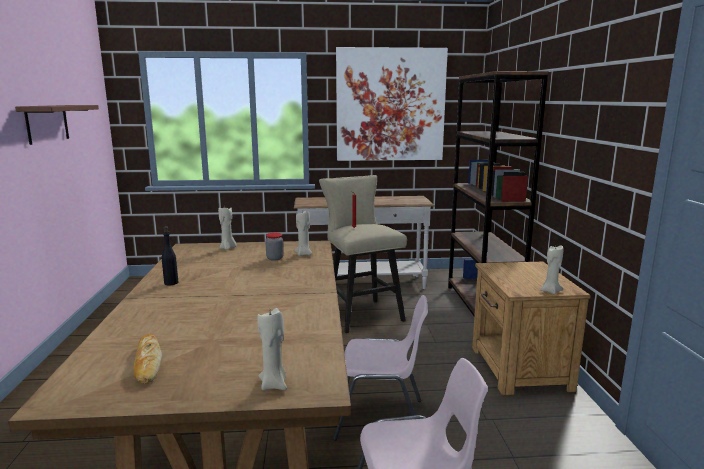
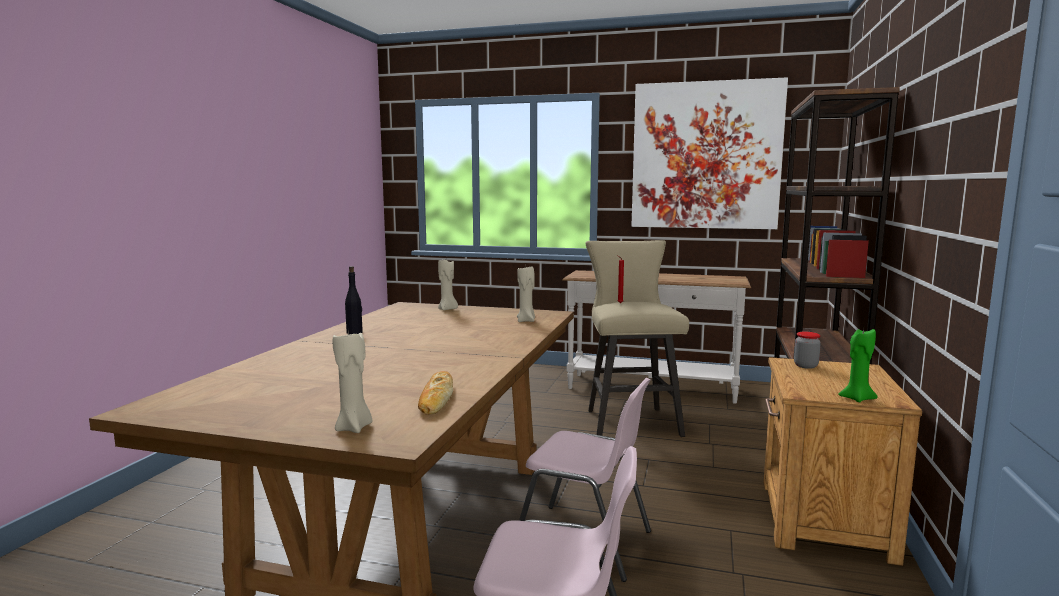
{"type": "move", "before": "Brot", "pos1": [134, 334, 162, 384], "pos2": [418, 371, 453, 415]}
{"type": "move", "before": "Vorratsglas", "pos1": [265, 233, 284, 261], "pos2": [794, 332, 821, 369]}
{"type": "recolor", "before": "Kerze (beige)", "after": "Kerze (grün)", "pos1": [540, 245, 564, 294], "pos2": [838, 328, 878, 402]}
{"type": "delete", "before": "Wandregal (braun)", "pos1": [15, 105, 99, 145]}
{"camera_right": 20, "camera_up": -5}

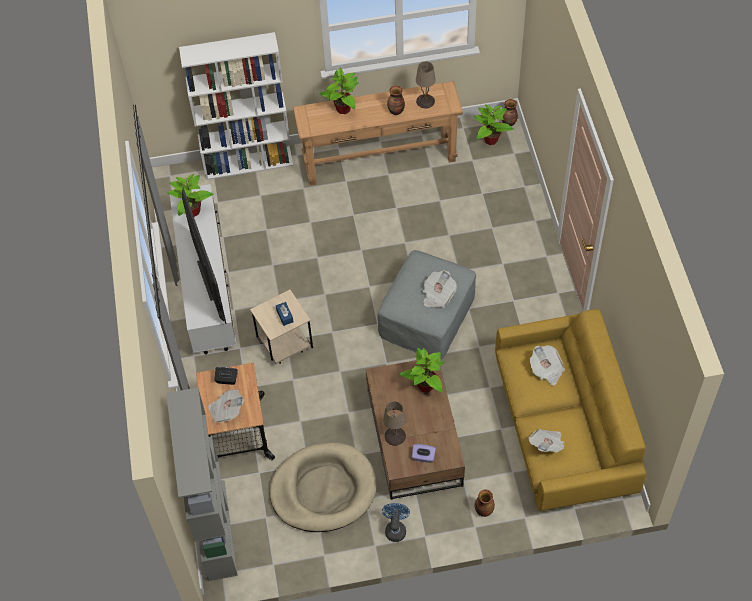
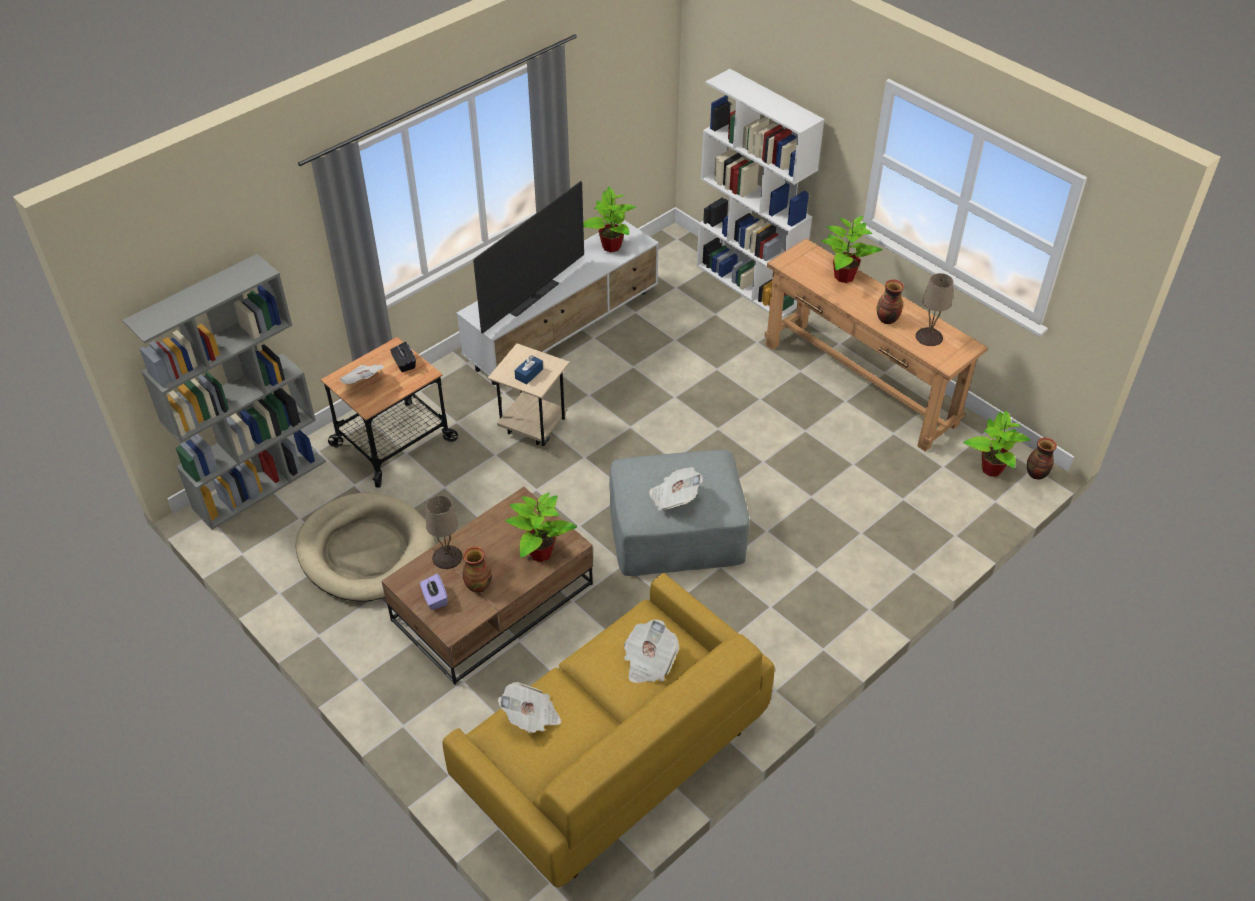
{"type": "move", "before": "Vase", "pos1": [475, 490, 495, 517], "pos2": [463, 546, 492, 592]}
{"type": "delete", "before": "Ventilator (blau)", "pos1": [382, 503, 410, 542]}
{"camera_right": 55, "camera_up": -10}

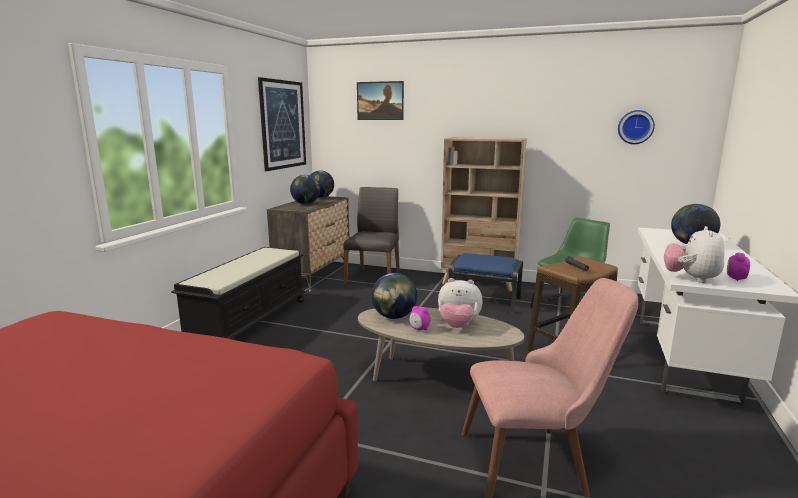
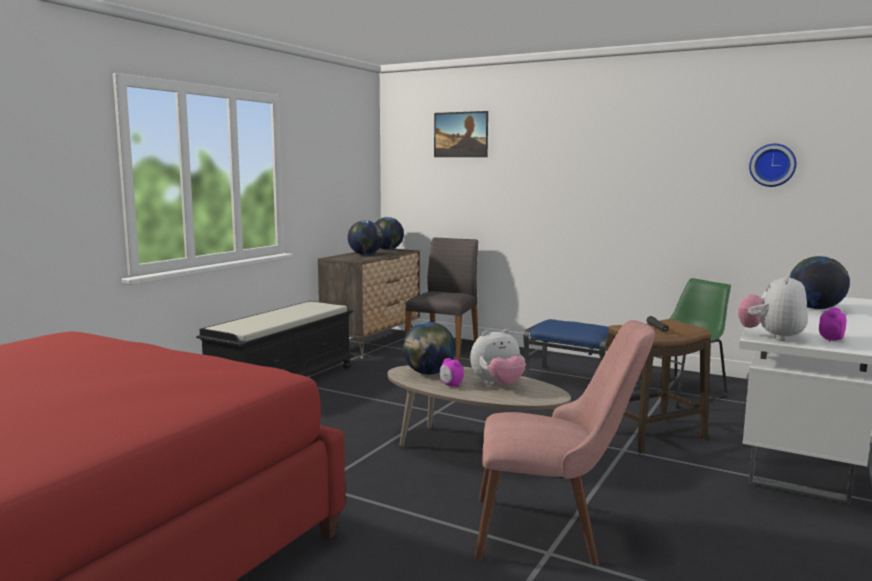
{"type": "rotate", "before": "Plüschtier", "pos1": [438, 278, 483, 328], "pos2": [470, 329, 526, 385], "turn": -45}
{"type": "delete", "before": "Bild", "pos1": [258, 77, 306, 171]}
{"type": "delete", "before": "Bücherregal (beige)", "pos1": [441, 138, 527, 291]}
{"camera_right": 10, "camera_up": -5}

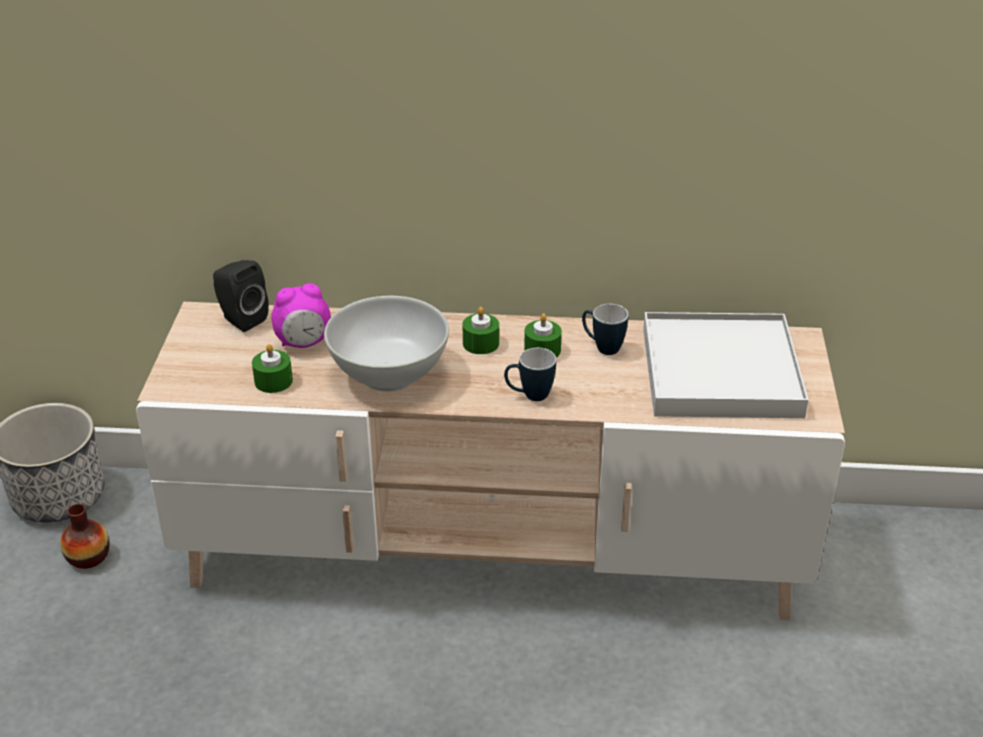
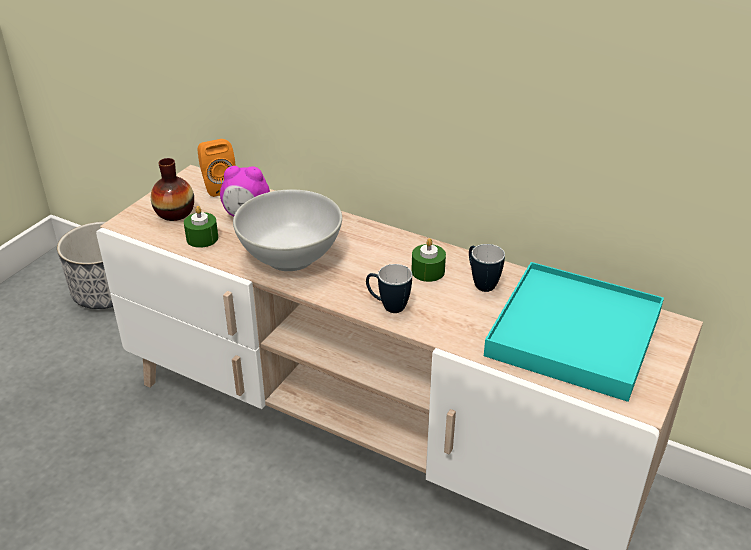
{"type": "move", "before": "Vase", "pos1": [60, 504, 110, 569], "pos2": [151, 158, 194, 221]}
{"type": "recolor", "before": "Lautsprecher (schwarz)", "after": "Lautsprecher (orange)", "pos1": [213, 260, 269, 332], "pos2": [198, 139, 236, 197]}
{"type": "recolor", "before": "Tablett (weiß)", "after": "Tablett (türkis)", "pos1": [643, 312, 809, 418], "pos2": [484, 262, 664, 402]}
{"type": "delete", "before": "Kerze (grün)", "pos1": [463, 307, 499, 354]}
{"camera_right": 25, "camera_up": 0}

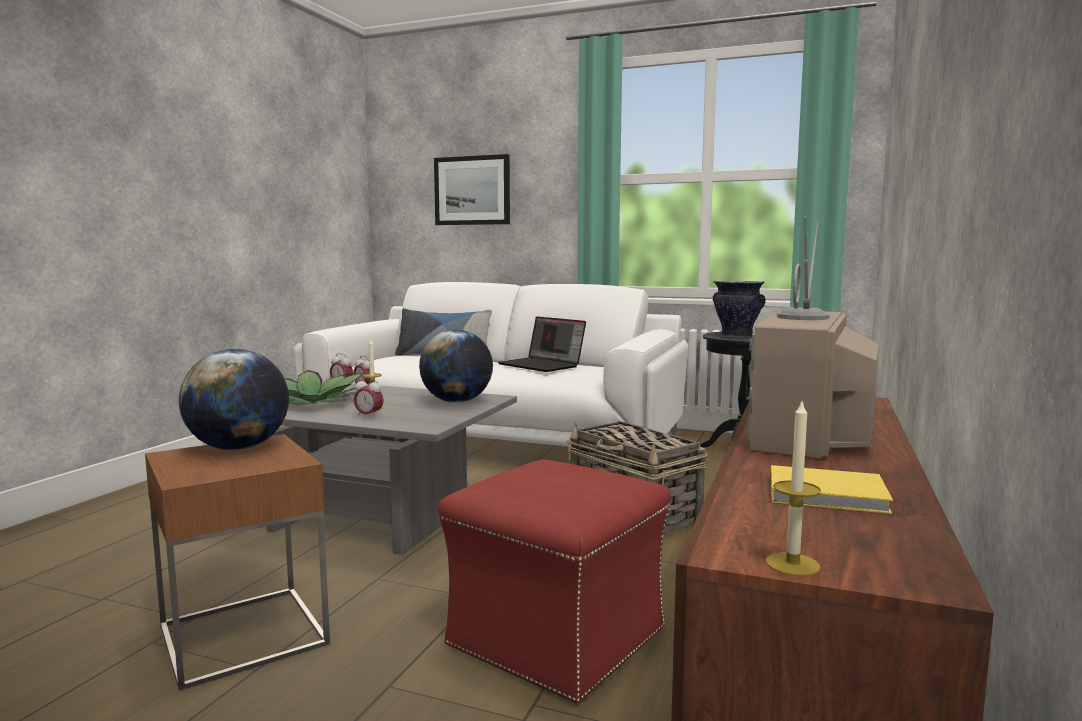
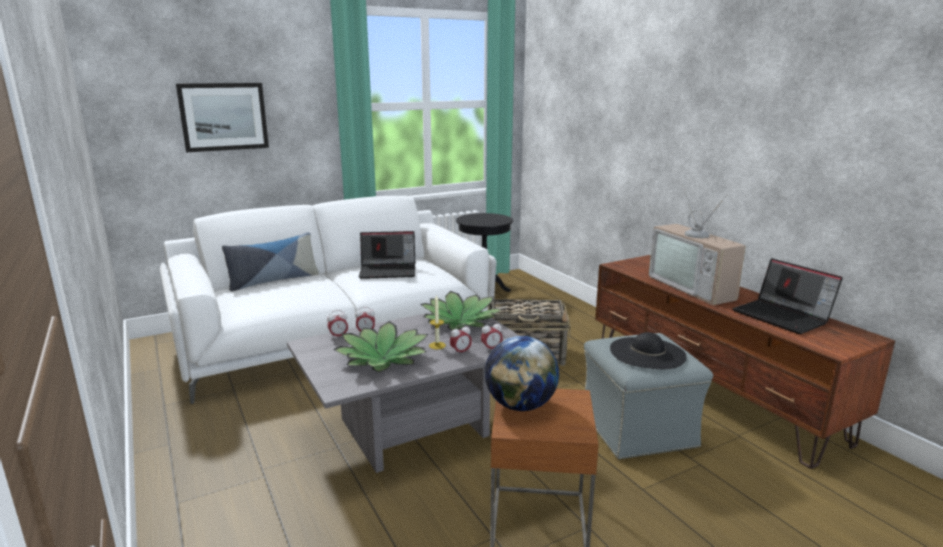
{"type": "replace", "before": "Globus", "after": "Topfpflanze", "pos1": [419, 329, 493, 403], "pos2": [420, 291, 503, 330]}
{"type": "insert", "after": "Wecker", "pos2": [481, 321, 503, 352]}
{"type": "recolor", "before": "Polsterhocker (rot)", "after": "Polsterhocker (grau)", "pos1": [438, 459, 671, 704], "pos2": [584, 333, 713, 459]}
{"type": "insert", "after": "Hut (schwarz)", "pos2": [610, 332, 687, 369]}
{"type": "replace", "before": "Buch (gelb)", "after": "Laptop", "pos1": [770, 465, 893, 514], "pos2": [732, 258, 843, 334]}
{"type": "delete", "before": "Vase", "pos1": [713, 281, 766, 338]}
{"type": "delete", "before": "Kerze", "pos1": [765, 402, 821, 576]}
{"camera_right": -50, "camera_up": 10}

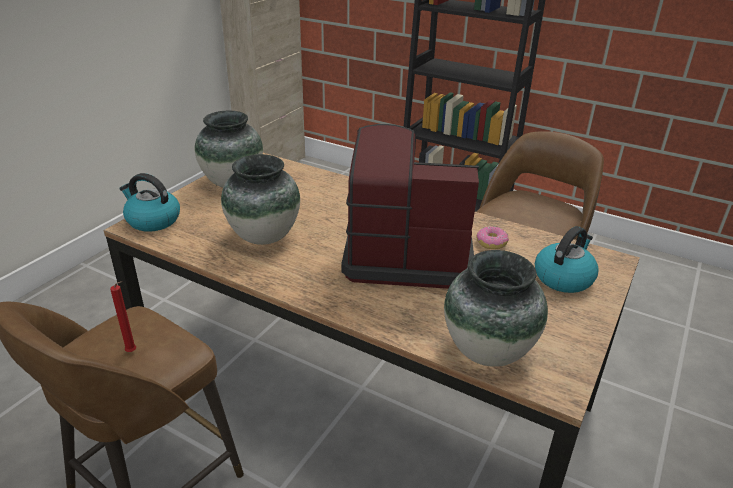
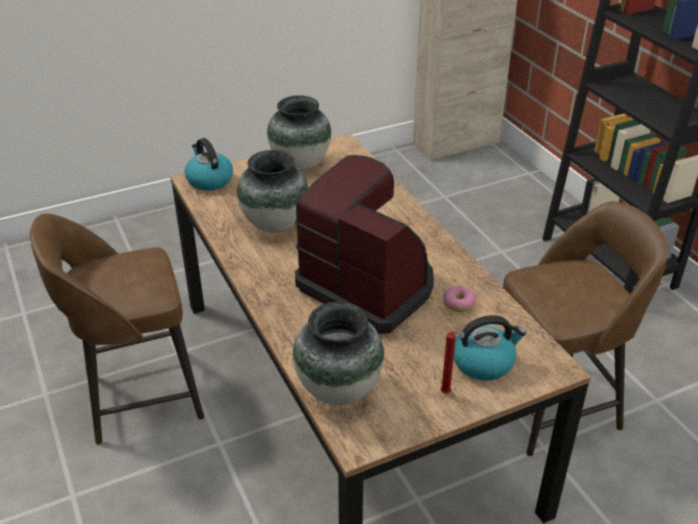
{"type": "move", "before": "Kerze (rot)", "pos1": [110, 281, 136, 352], "pos2": [440, 331, 459, 394]}
{"camera_right": 35, "camera_up": 5}

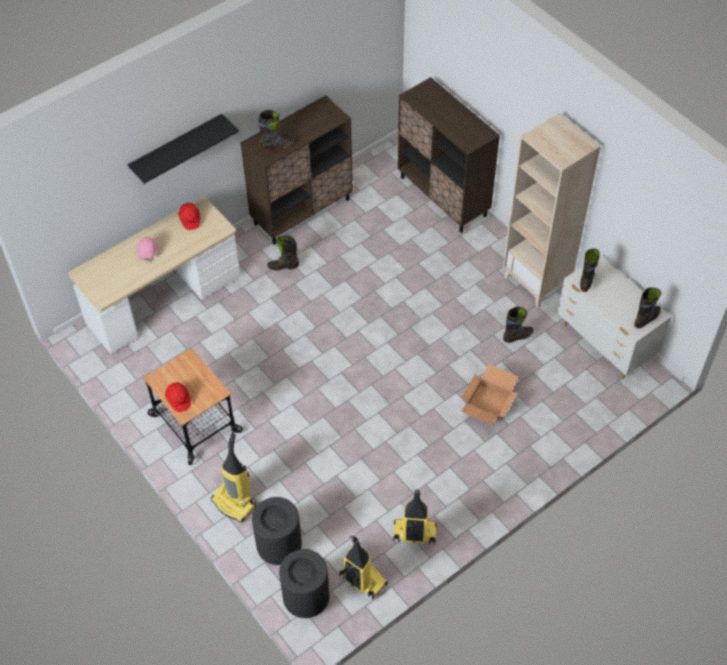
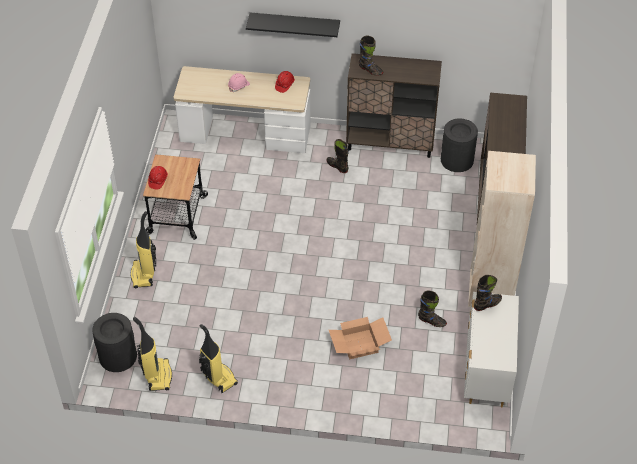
{"type": "move", "before": "Mülleimer (schwarz)", "pos1": [252, 497, 302, 565], "pos2": [441, 118, 478, 172]}
{"type": "delete", "before": "Stiefel (schwarz)", "pos1": [634, 287, 661, 328]}
{"camera_right": 45, "camera_up": -5}

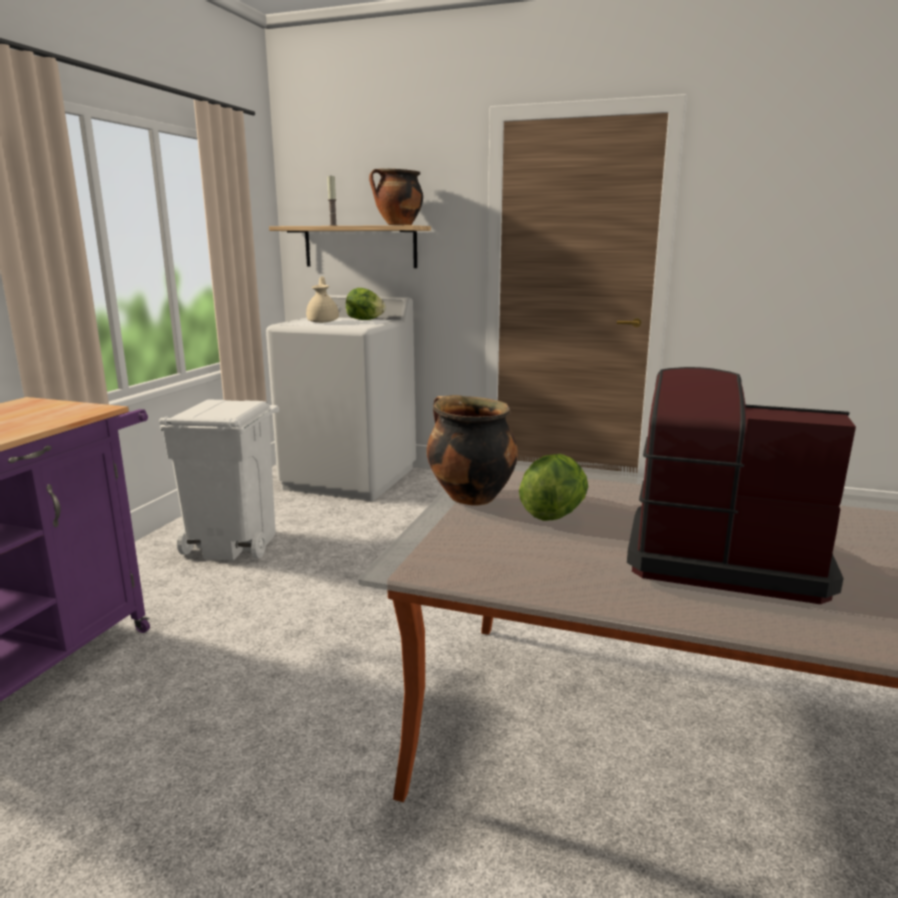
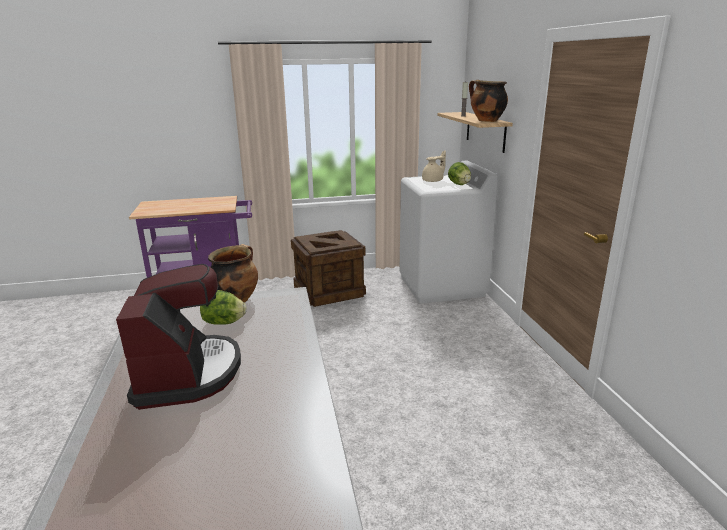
{"type": "replace", "before": "Mülleimer (weiß)", "after": "Kiste", "pos1": [159, 400, 279, 561], "pos2": [291, 230, 366, 307]}
{"camera_right": 60, "camera_up": 5}

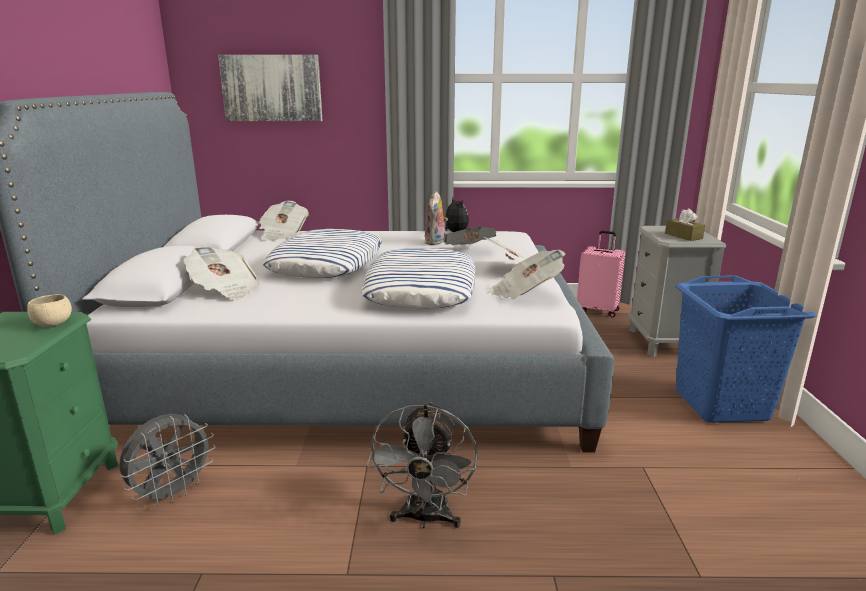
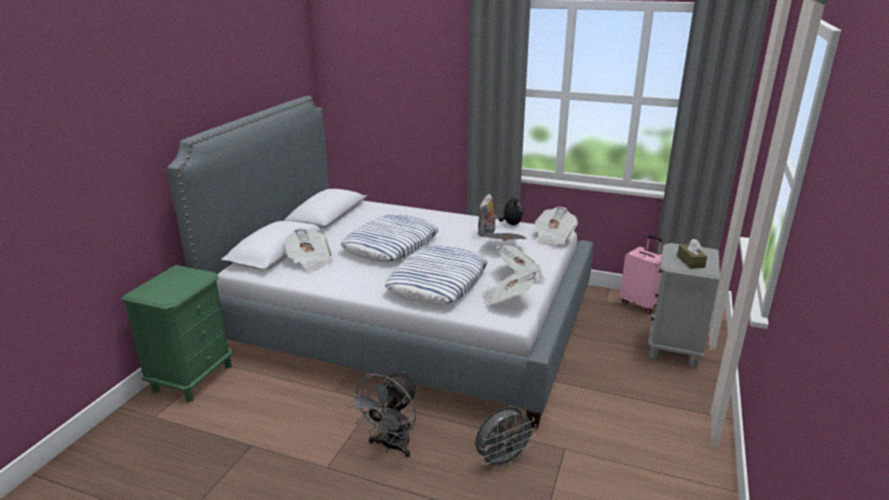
{"type": "move", "before": "Ventilator (grau)", "pos1": [119, 414, 216, 506], "pos2": [475, 407, 537, 470]}
{"type": "move", "before": "Zeitung", "pos1": [259, 201, 309, 241], "pos2": [534, 207, 578, 245]}
{"type": "delete", "before": "Schüssel (beige)", "pos1": [27, 294, 72, 327]}
{"type": "delete", "before": "Bild", "pos1": [218, 55, 322, 121]}
{"type": "delete", "before": "Wäschekorb (blau)", "pos1": [675, 275, 817, 423]}
{"camera_right": 20, "camera_up": 5}

